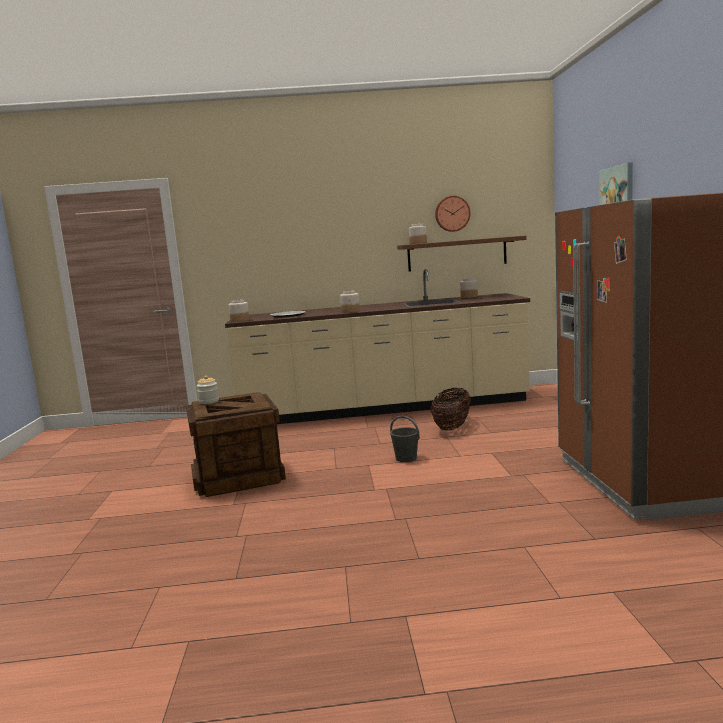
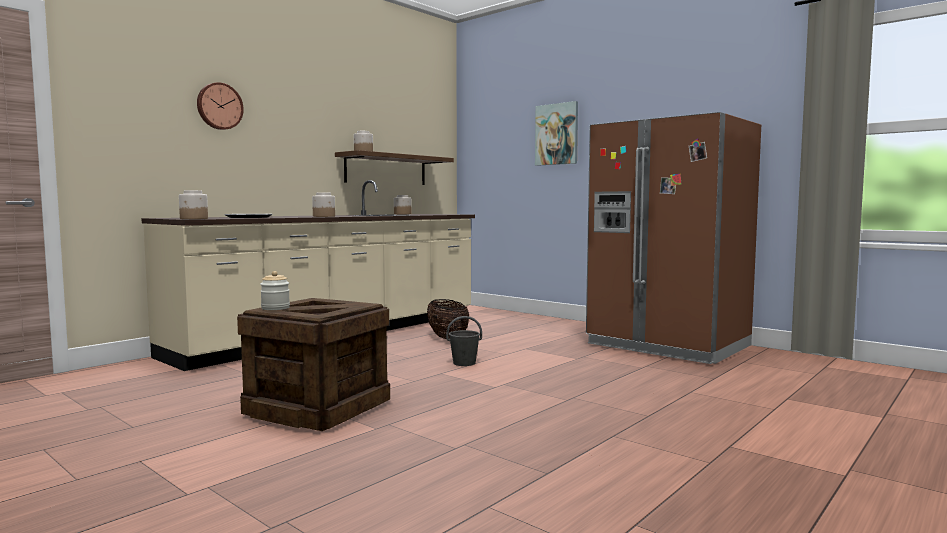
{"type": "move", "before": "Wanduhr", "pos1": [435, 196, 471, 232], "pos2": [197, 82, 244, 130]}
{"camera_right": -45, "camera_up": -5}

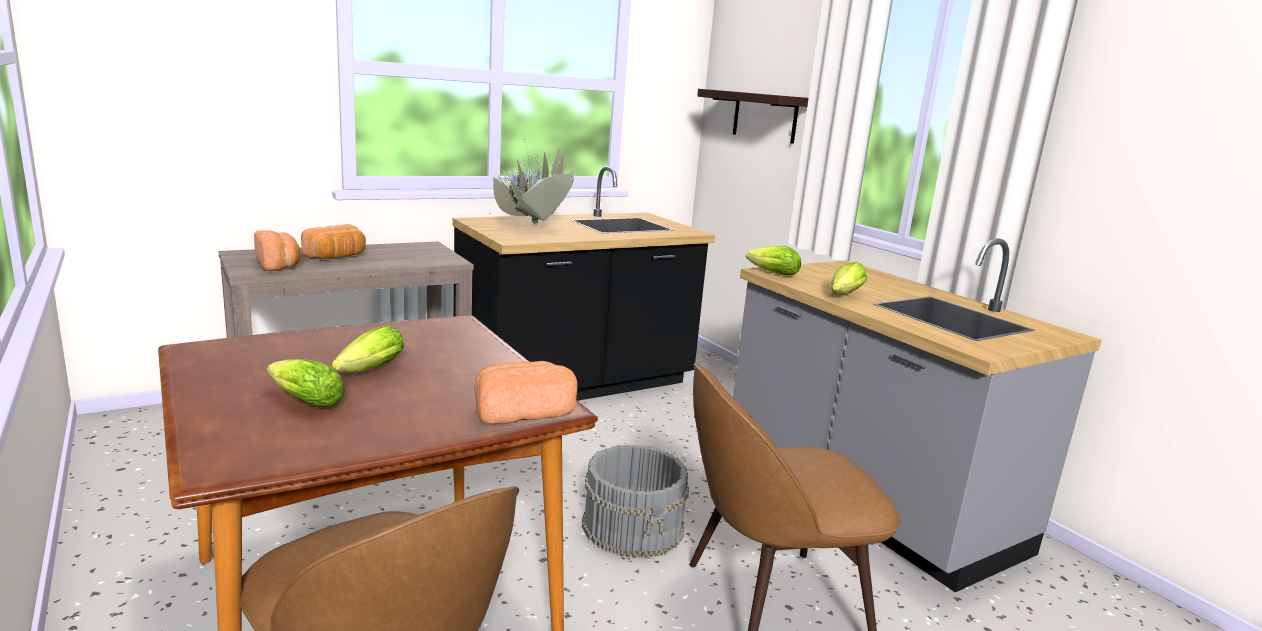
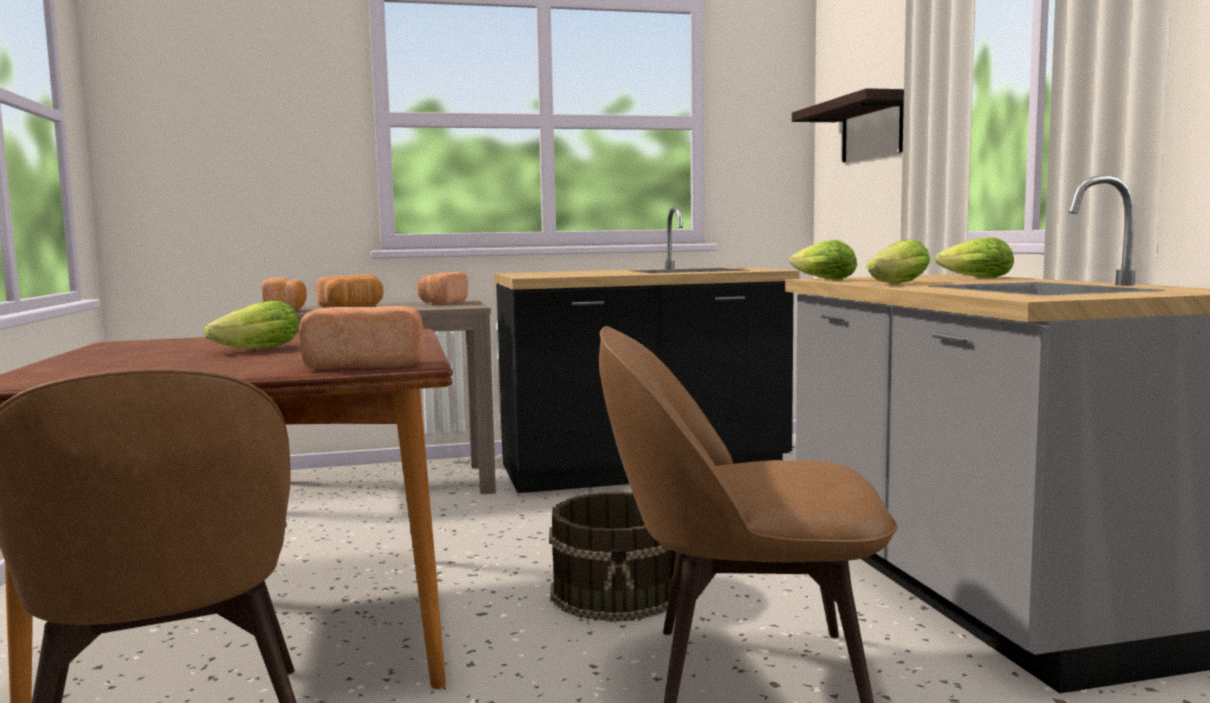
{"type": "insert", "after": "Brot", "pos2": [418, 272, 468, 305]}
{"type": "recolor", "before": "Eimer (grau)", "after": "Eimer (braun)", "pos1": [582, 444, 689, 558], "pos2": [549, 492, 677, 622]}
{"type": "move", "before": "Salatkopf", "pos1": [267, 359, 345, 407], "pos2": [935, 237, 1014, 278]}
{"type": "delete", "before": "Topfpflanze", "pos1": [490, 136, 574, 226]}
{"camera_right": 20, "camera_up": -10}

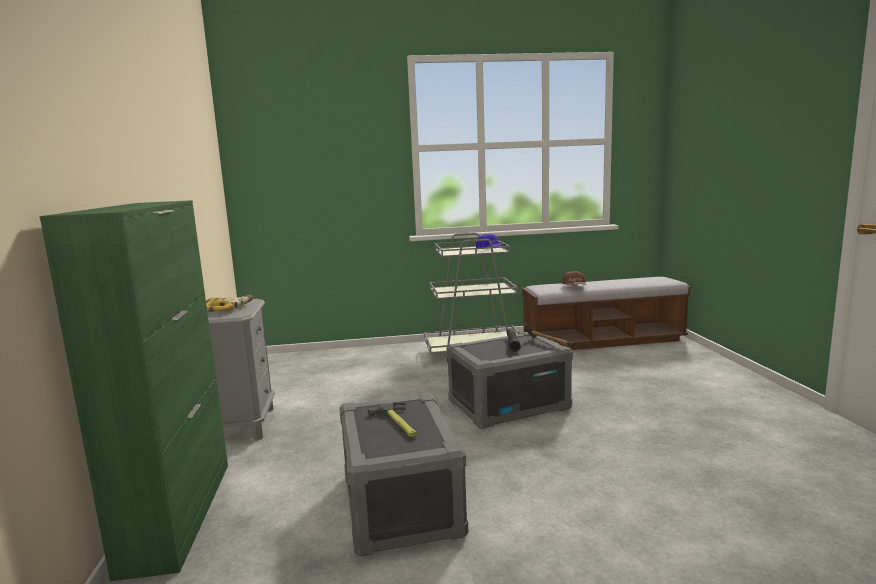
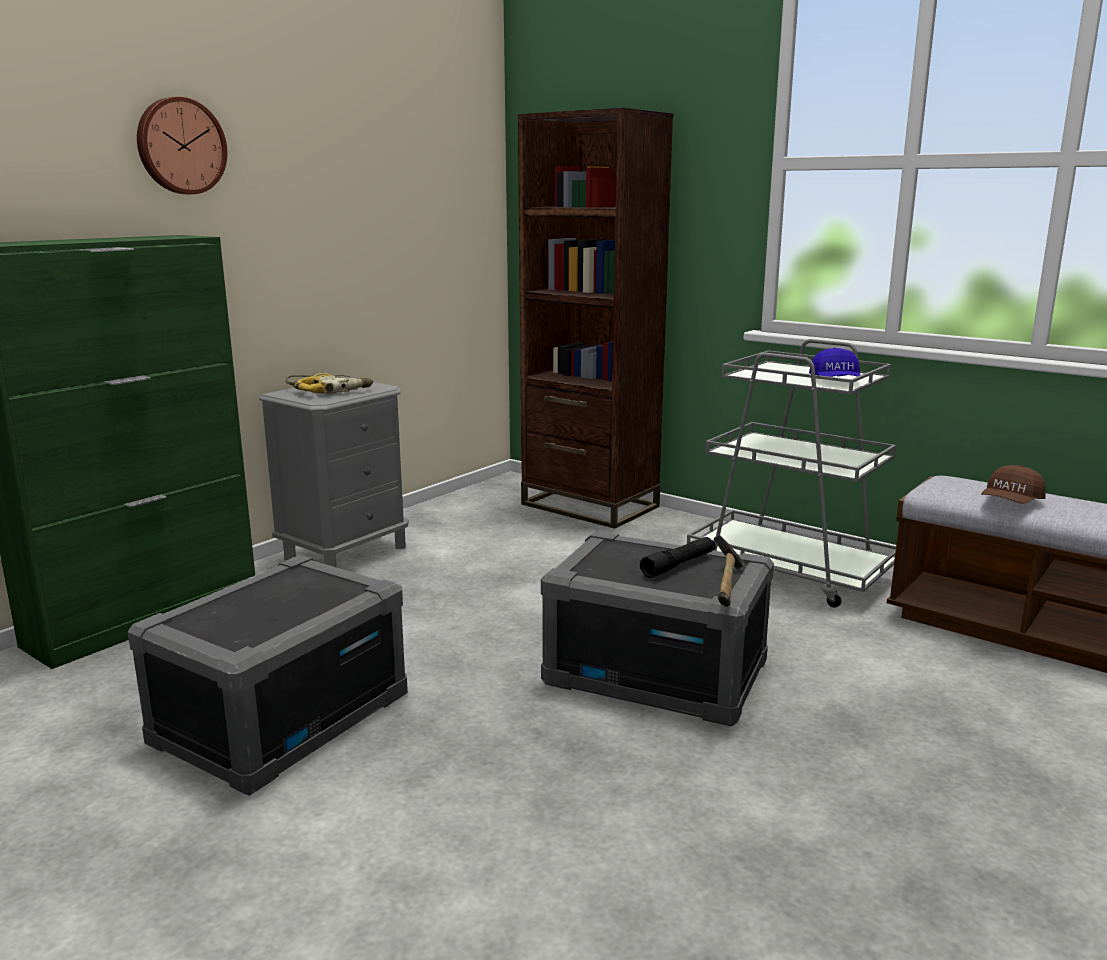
{"type": "insert", "after": "Wanduhr", "pos2": [137, 96, 227, 194]}
{"type": "insert", "after": "Bücherregal (braun)", "pos2": [518, 108, 673, 529]}
{"type": "delete", "before": "Hammer", "pos1": [368, 402, 418, 437]}
{"camera_right": 45, "camera_up": 5}

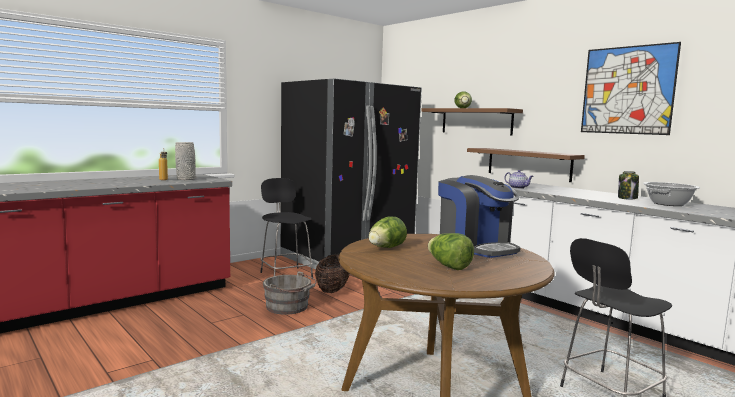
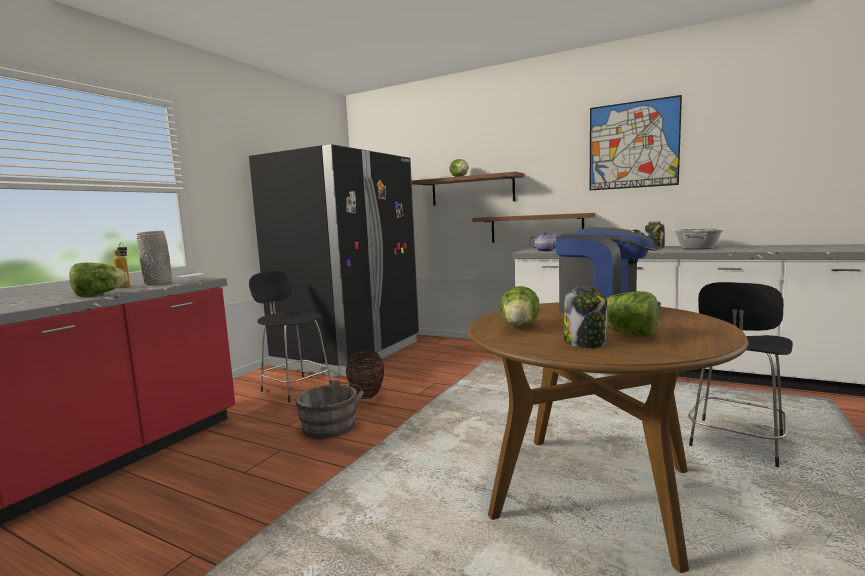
{"type": "insert", "after": "Salatkopf", "pos2": [70, 262, 128, 297]}
{"type": "insert", "after": "Vorratsglas", "pos2": [564, 287, 607, 348]}
{"camera_right": -20, "camera_up": 0}

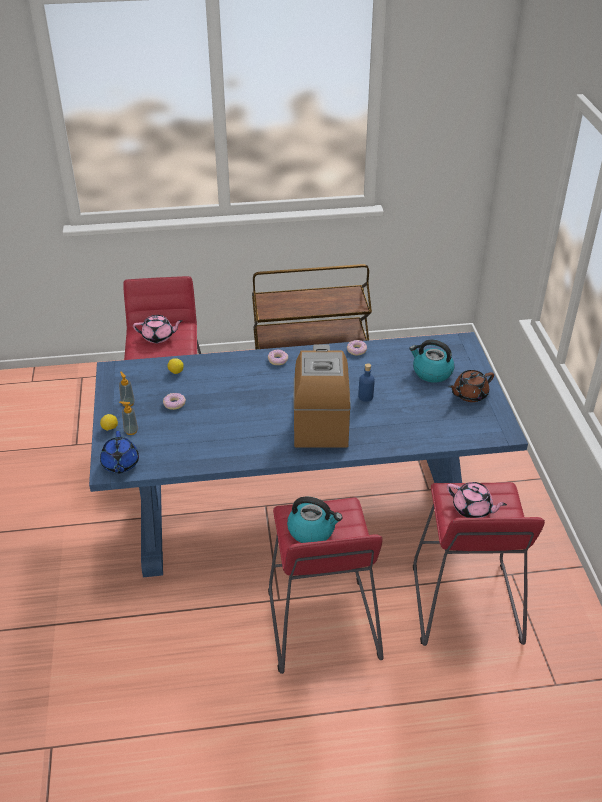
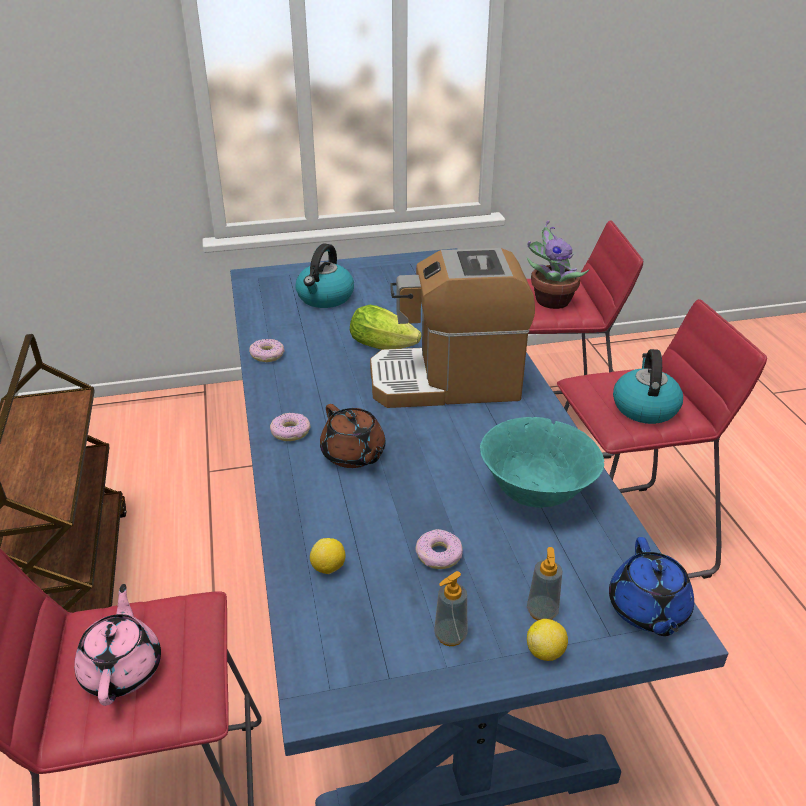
{"type": "move", "before": "Teekanne (braun)", "pos1": [448, 370, 494, 402], "pos2": [320, 404, 386, 468]}
{"type": "replace", "before": "Flasche (blau)", "after": "Salatkopf", "pos1": [358, 363, 375, 402], "pos2": [350, 305, 422, 349]}
{"type": "insert", "after": "Schüssel (türkis)", "pos2": [480, 417, 604, 508]}
{"type": "replace", "before": "Teekanne (rosa)", "after": "Topfpflanze", "pos1": [447, 482, 507, 518], "pos2": [527, 220, 590, 309]}
{"type": "rotate", "before": "Teekanne (blau)", "pos1": [100, 431, 139, 473], "pos2": [609, 537, 694, 636], "turn": 105}
{"camera_right": -95, "camera_up": -5}

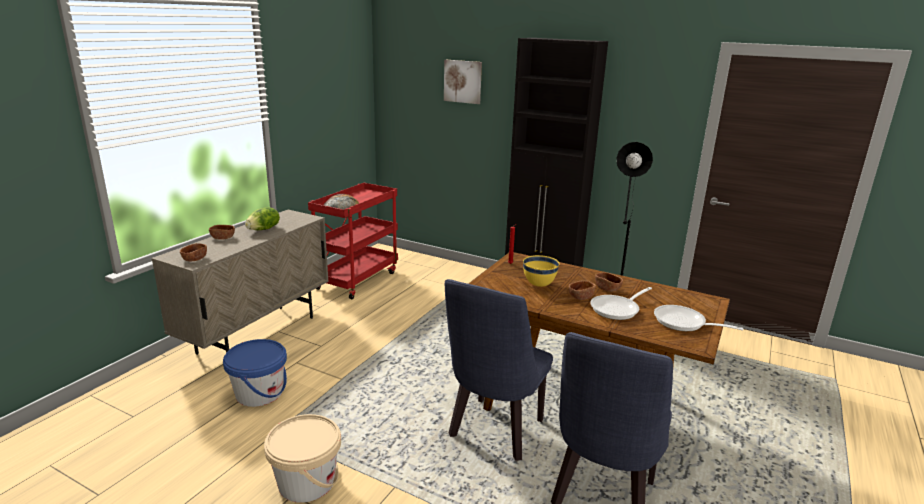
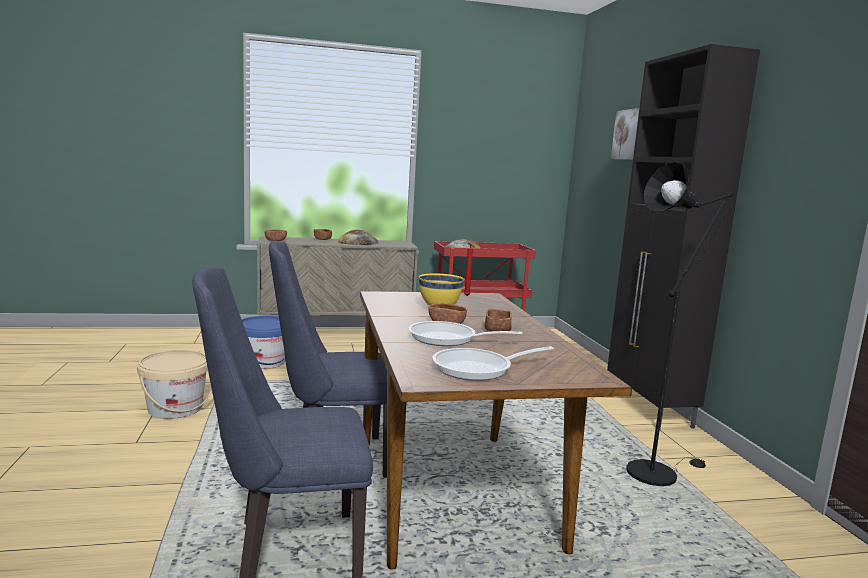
{"type": "replace", "before": "Salatkopf", "after": "Brot", "pos1": [245, 207, 280, 230], "pos2": [338, 230, 379, 245]}
{"type": "rotate", "before": "Pfanne", "pos1": [654, 305, 744, 331], "pos2": [432, 346, 554, 381], "turn": -105}
{"camera_right": 50, "camera_up": -10}

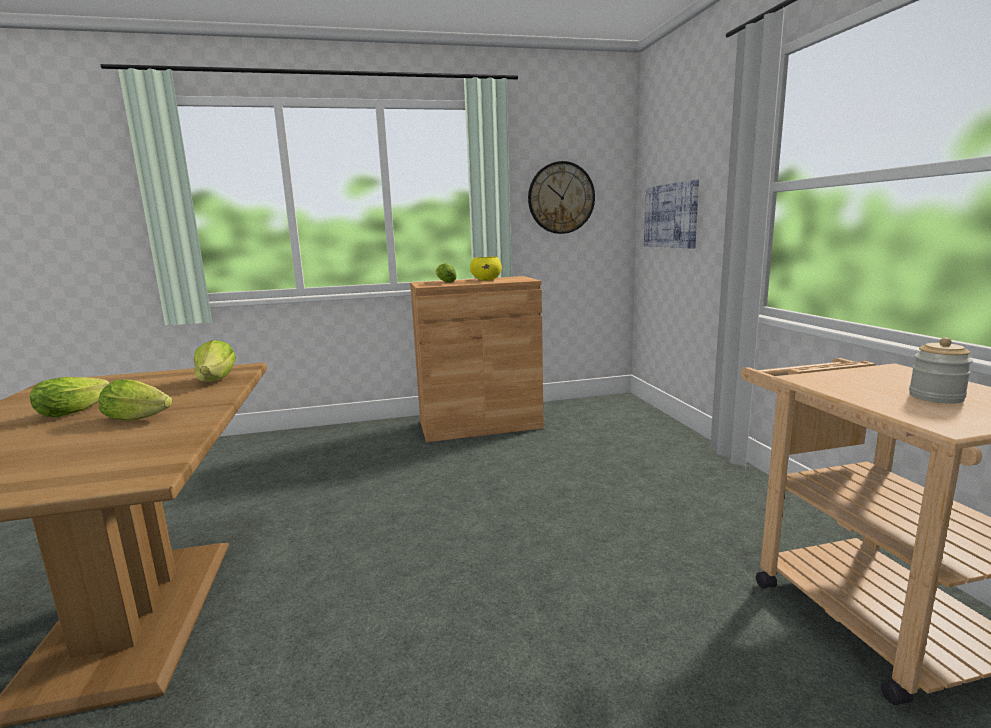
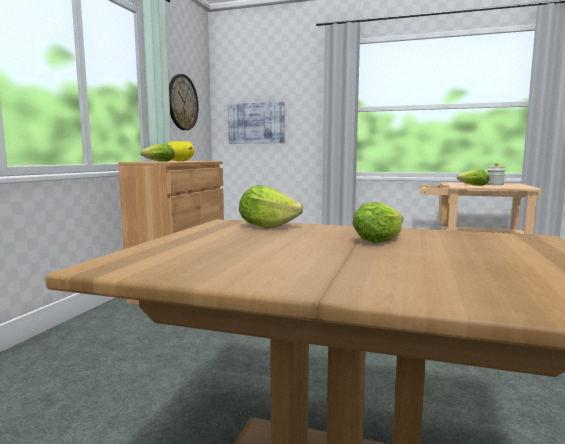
{"type": "move", "before": "Salatkopf", "pos1": [30, 377, 109, 417], "pos2": [457, 170, 489, 186]}
{"camera_right": -60, "camera_up": -5}

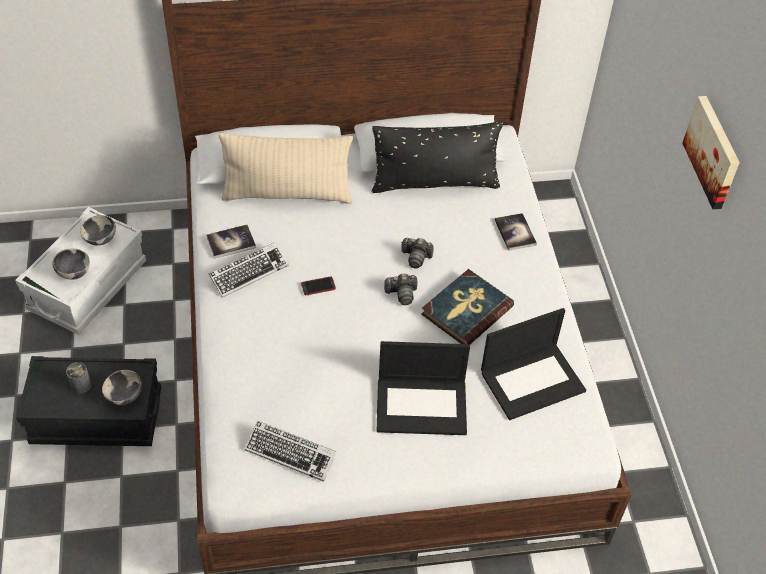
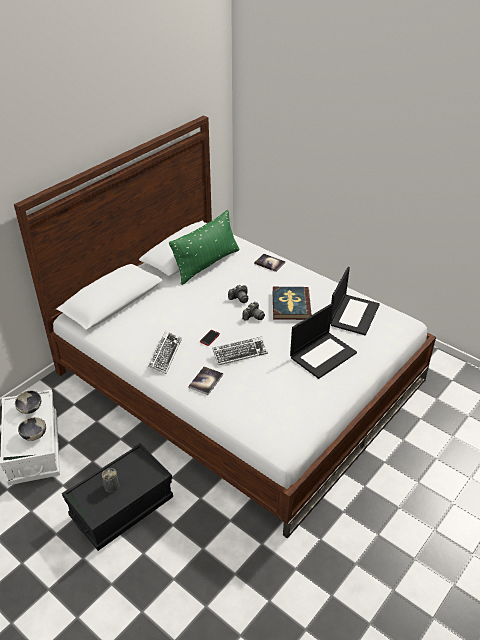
{"type": "recolor", "before": "Kissen (schwarz)", "after": "Kissen (grün)", "pos1": [371, 121, 503, 193], "pos2": [169, 210, 239, 285]}
{"type": "move", "before": "Buch", "pos1": [206, 225, 256, 259], "pos2": [189, 366, 223, 395]}
{"type": "move", "before": "Tastatur", "pos1": [245, 421, 336, 482], "pos2": [212, 337, 268, 365]}
{"type": "delete", "before": "Schüssel", "pos1": [102, 370, 142, 405]}
{"type": "delete", "before": "Kissen (beige)", "pos1": [219, 133, 353, 204]}
{"type": "delete", "before": "Bild", "pos1": [682, 96, 740, 209]}
{"camera_right": -40, "camera_up": -10}

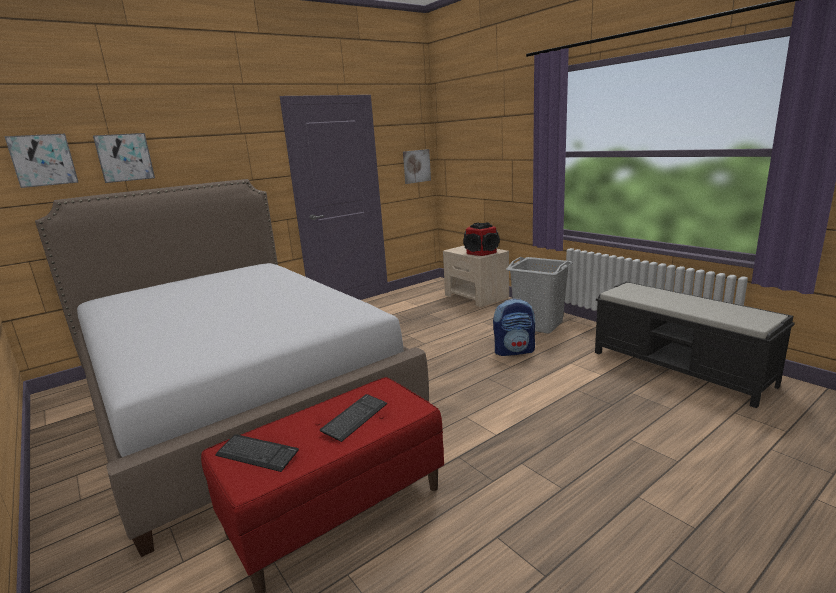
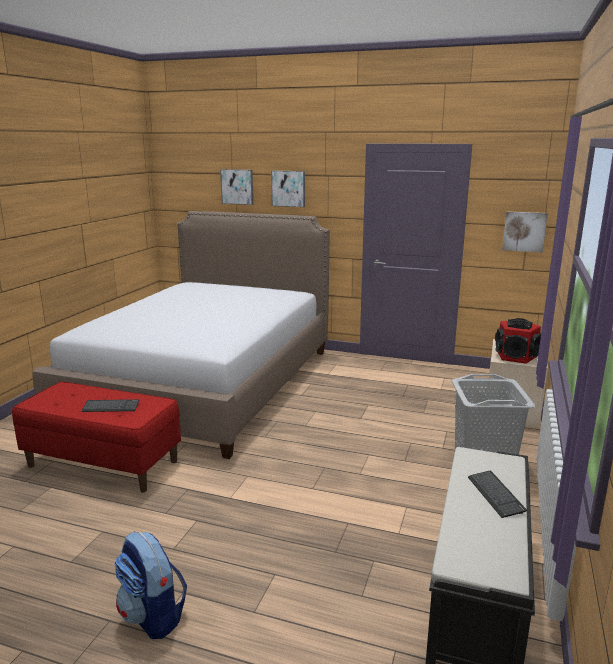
{"type": "move", "before": "Rucksack", "pos1": [493, 299, 535, 356], "pos2": [114, 531, 187, 639]}
{"type": "move", "before": "Bild", "pos1": [4, 134, 79, 188], "pos2": [271, 171, 305, 207]}
{"type": "move", "before": "Tastatur", "pos1": [215, 434, 299, 472], "pos2": [468, 471, 527, 518]}
{"camera_right": 55, "camera_up": 0}

